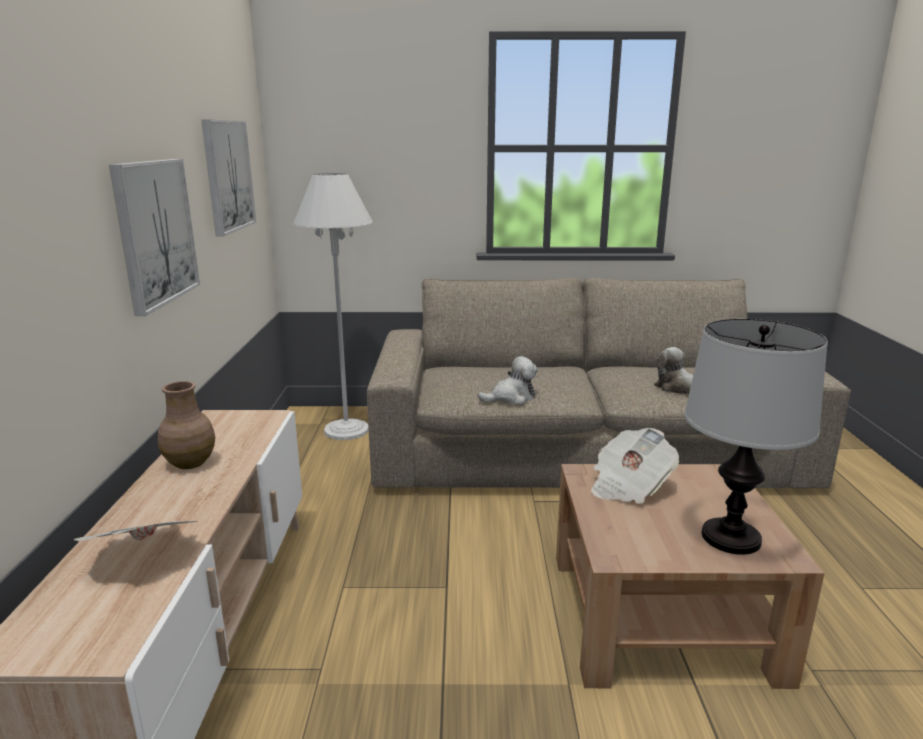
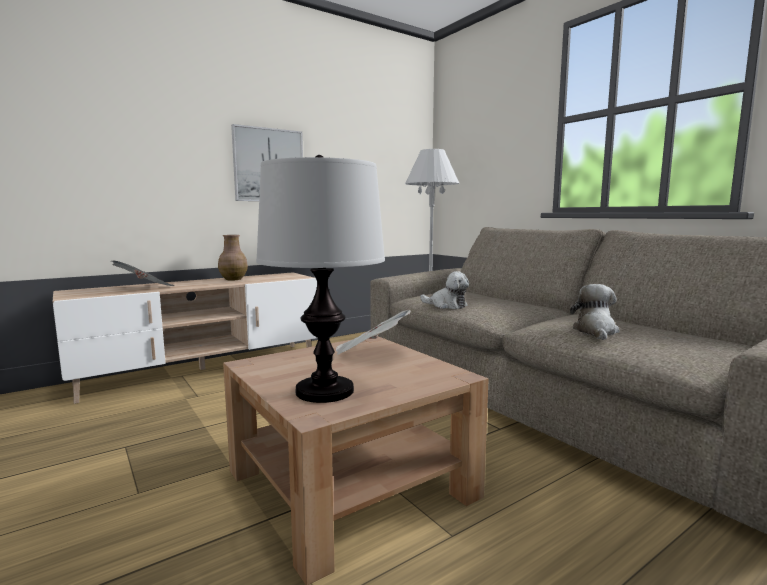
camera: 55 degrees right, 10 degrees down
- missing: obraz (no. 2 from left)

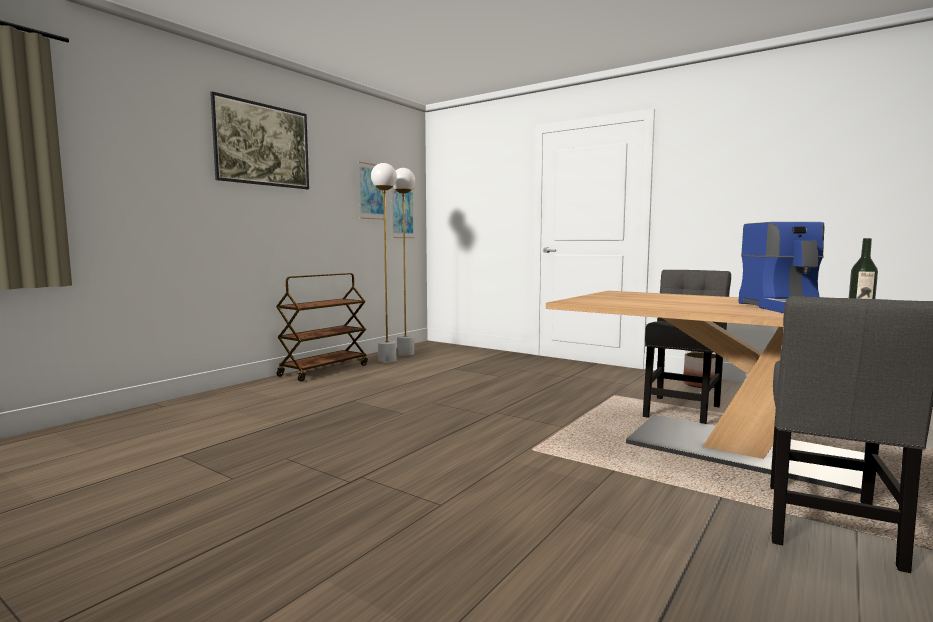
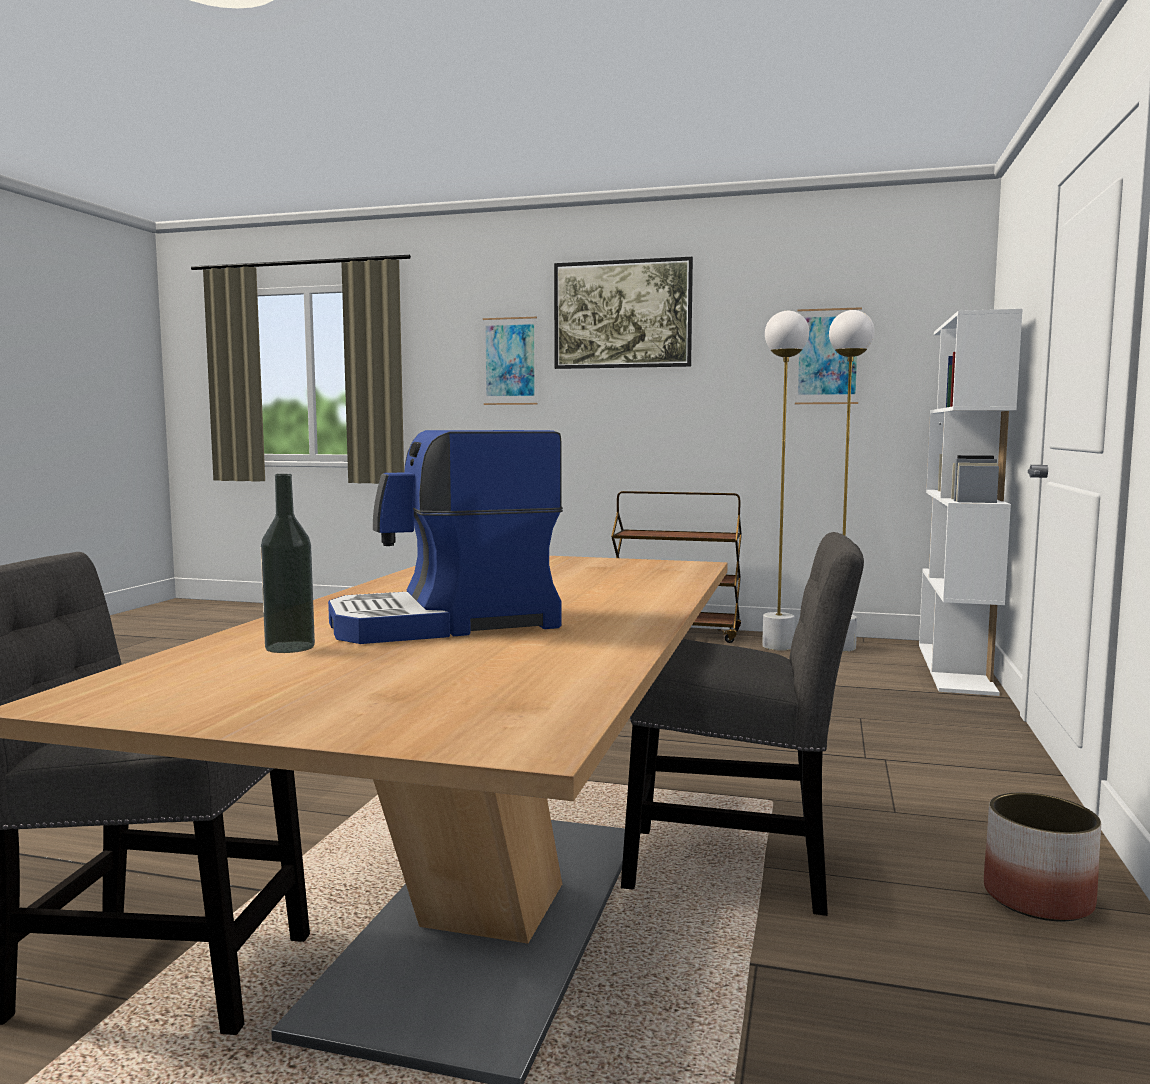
camera: 70 degrees right, 0 degrees up
- relocated: obraz (no. 3 from left in the first image) to obraz (no. 1 from left)
- appeared: regał/biały

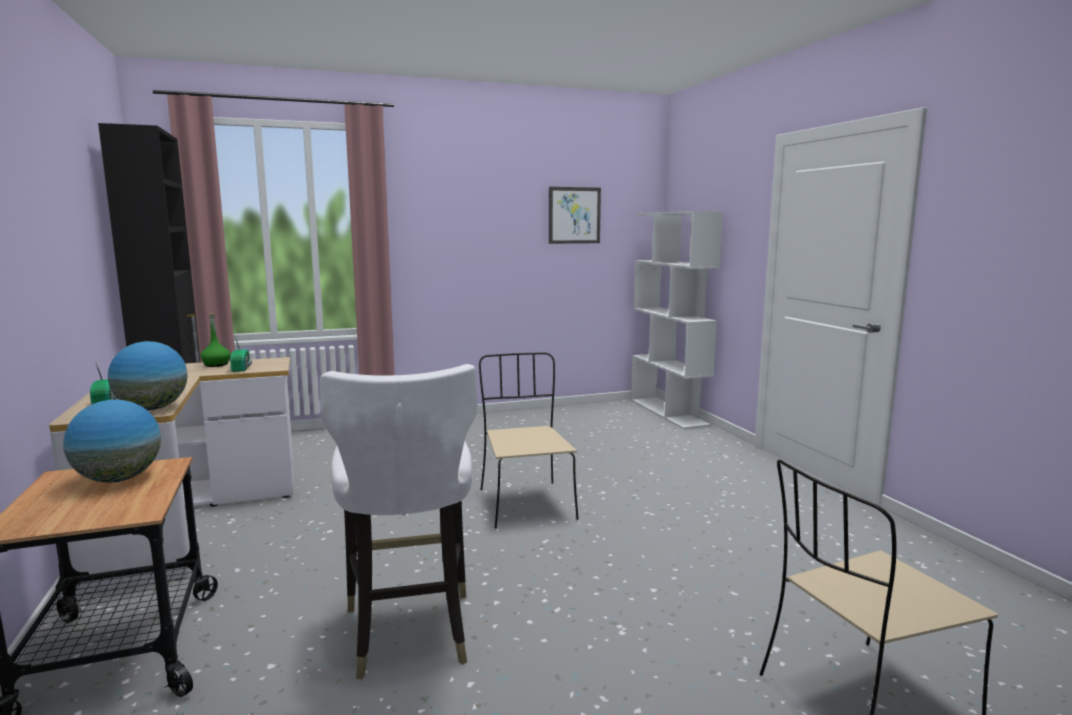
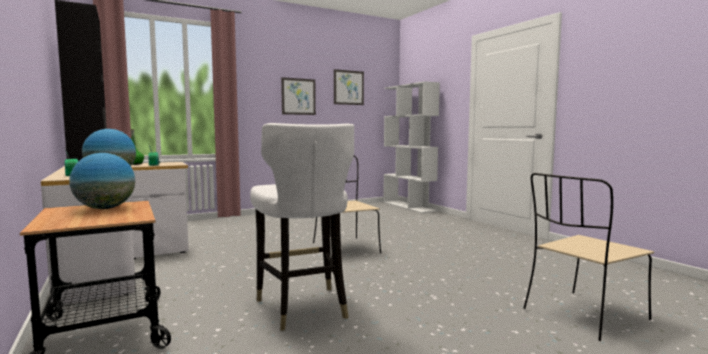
camera: 10 degrees left, 5 degrees down
- appeared: obraz (no. 1 from left)

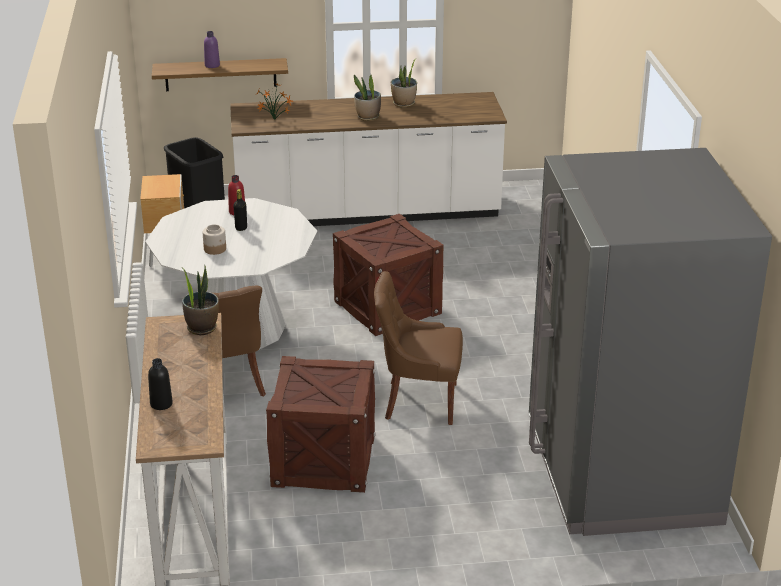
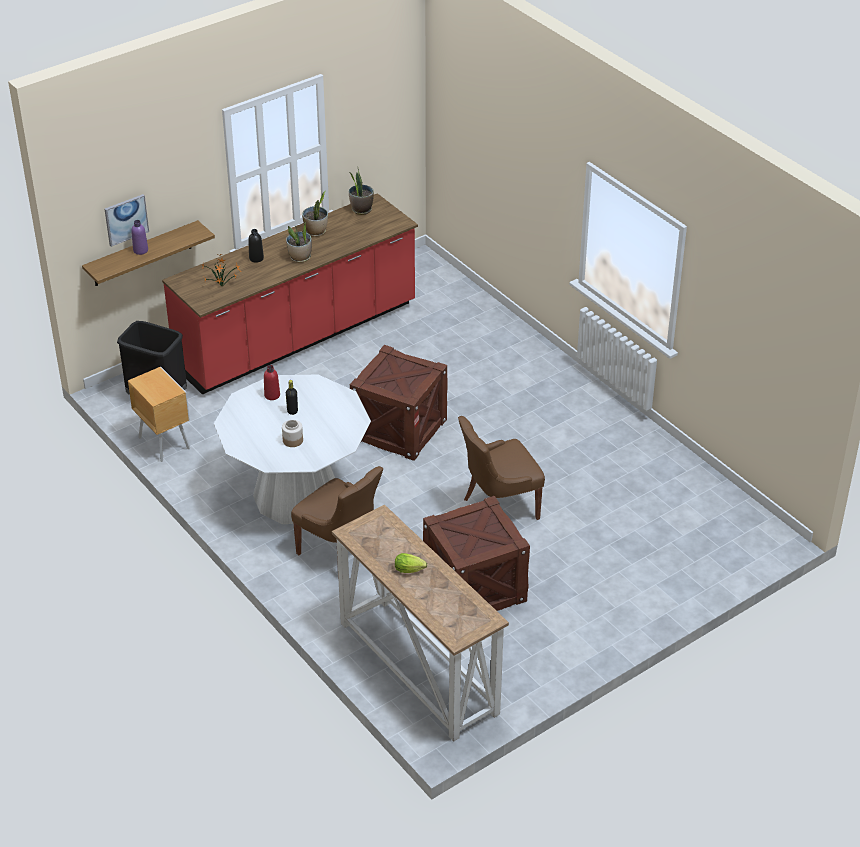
camera: 30 degrees left, 10 degrees up
- colour: zabudowa kuchenna/biały to zabudowa kuchenna/czerwony
- missing: lodówka/szary
- relocated: roślina doniczkowa (no. 1 from left in the first image) to roślina doniczkowa (no. 4 from left)
- relocated: butelka/czarny (no. 1 from left)
- appeared: obraz
- appeared: sałata

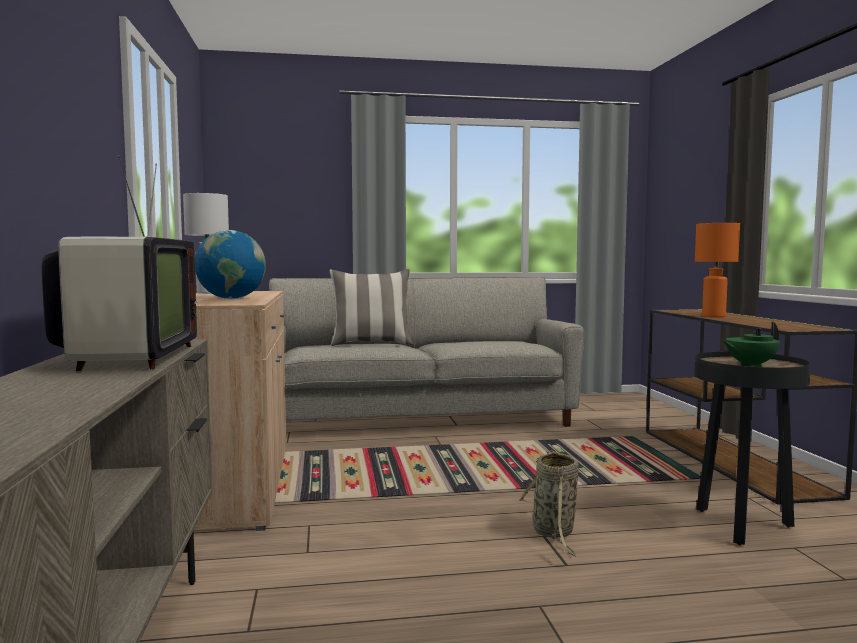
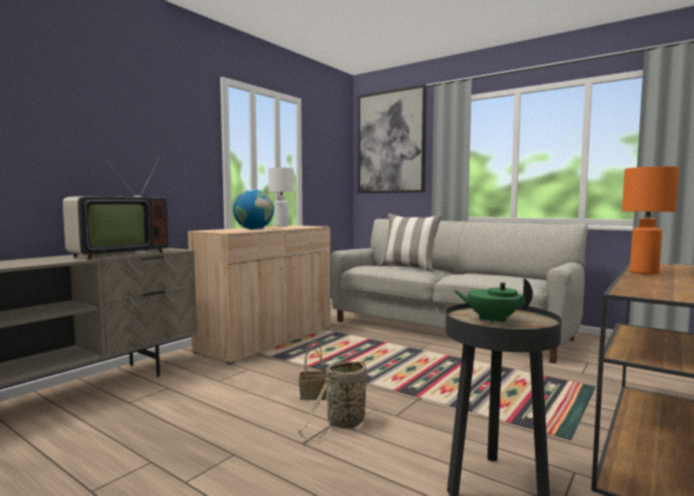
camera: 45 degrees right, 0 degrees up
- appeared: obraz
- appeared: koszyk (no. 1 from left)

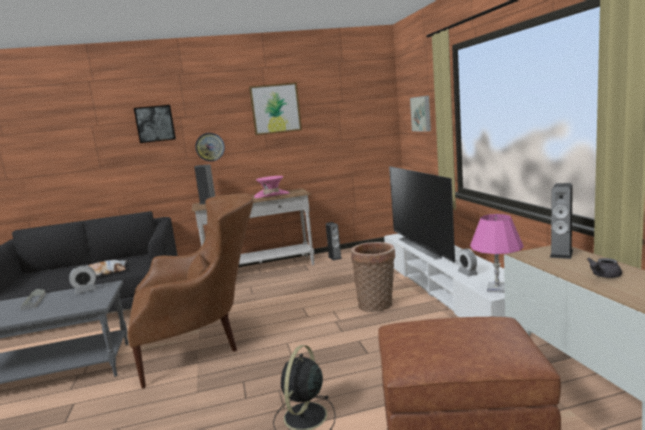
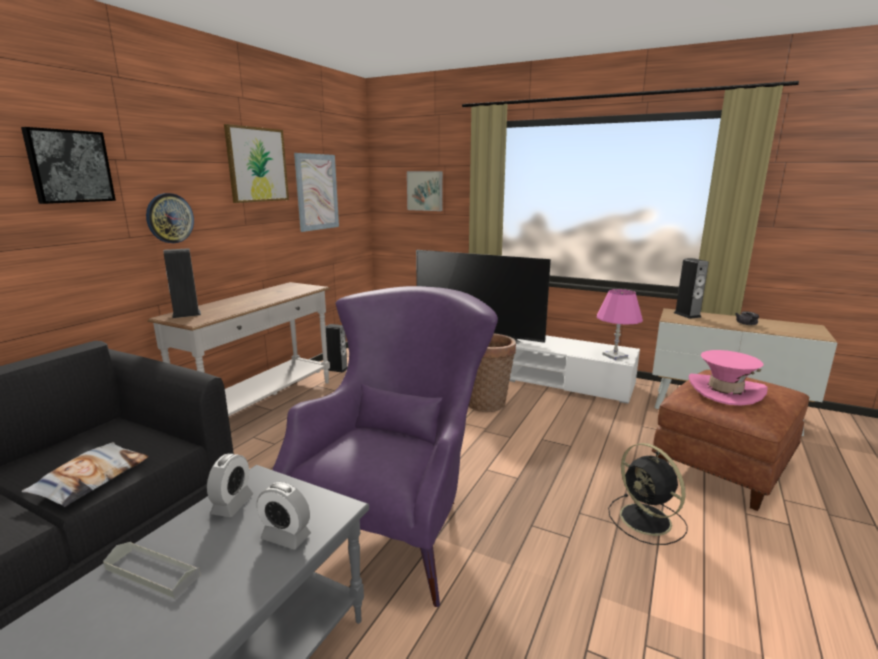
camera: 50 degrees left, 5 degrees up
- relocated: kapelusz/różowy
- colour: fotel/brązowy to fotel/fioletowy
- relocated: budzik (no. 2 from left)
- appeared: obraz (no. 3 from left)

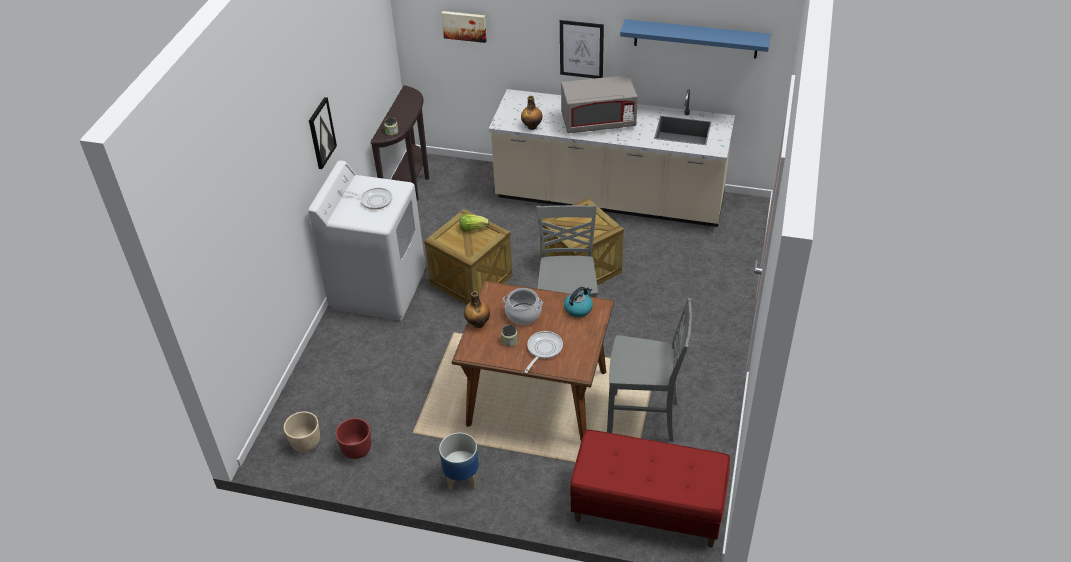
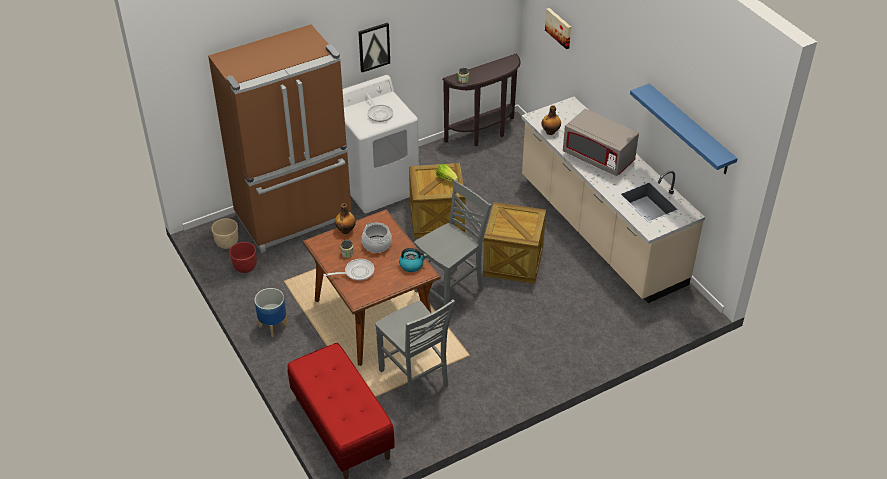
camera: 45 degrees right, 0 degrees up
- missing: obraz (no. 3 from left)
- appeared: lodówka/brązowy

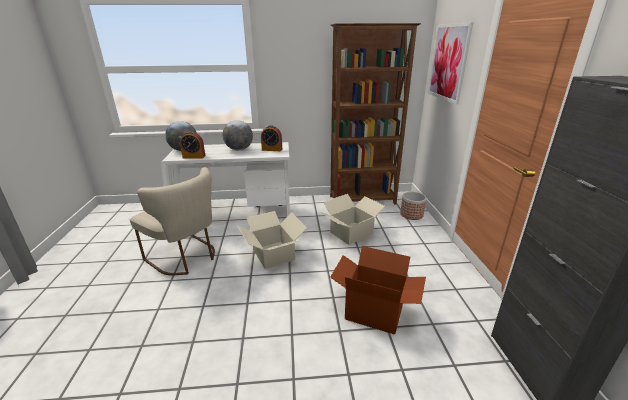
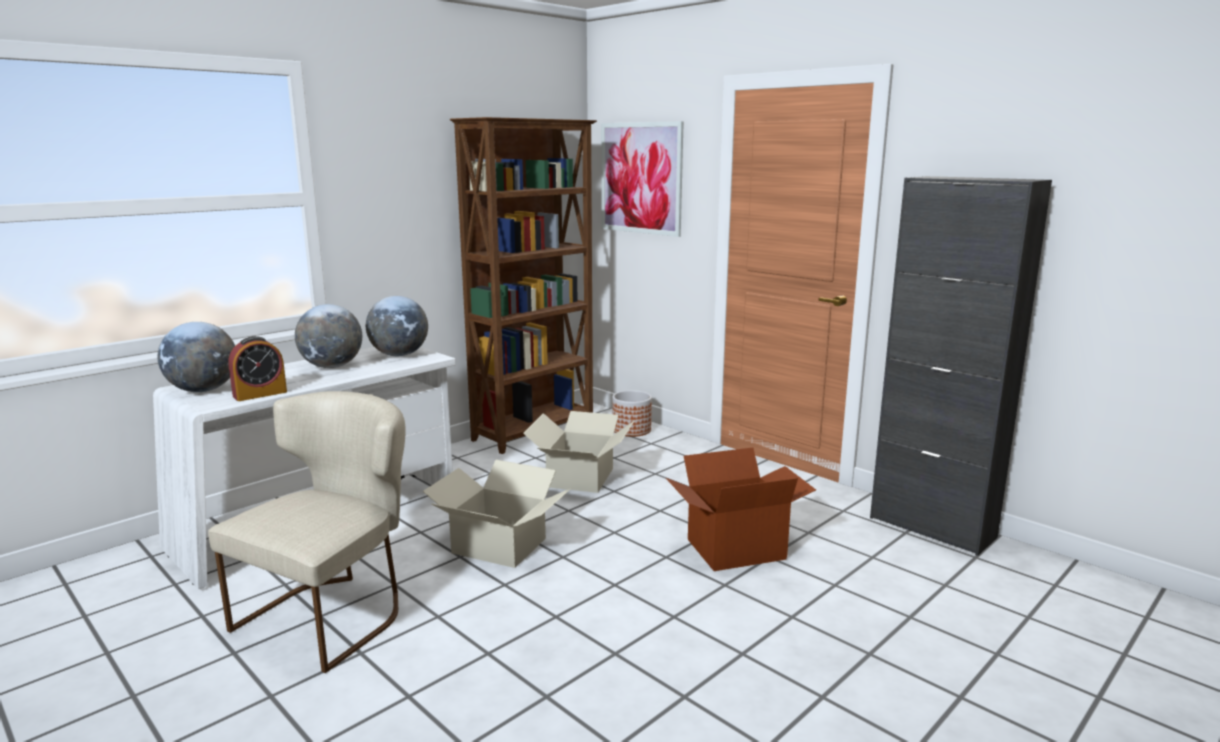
camera: 40 degrees left, 10 degrees down
- exchanged: budzik (no. 2 from left) to globus (no. 3 from left)
- spun: krzesło/beżowy 60 degrees counterclockwise

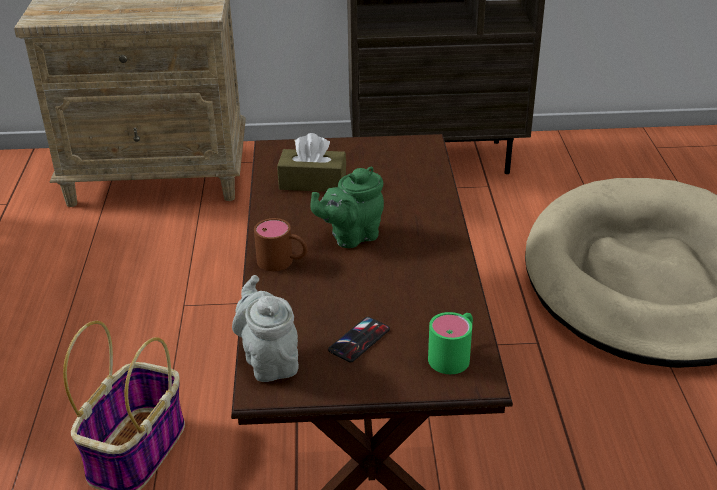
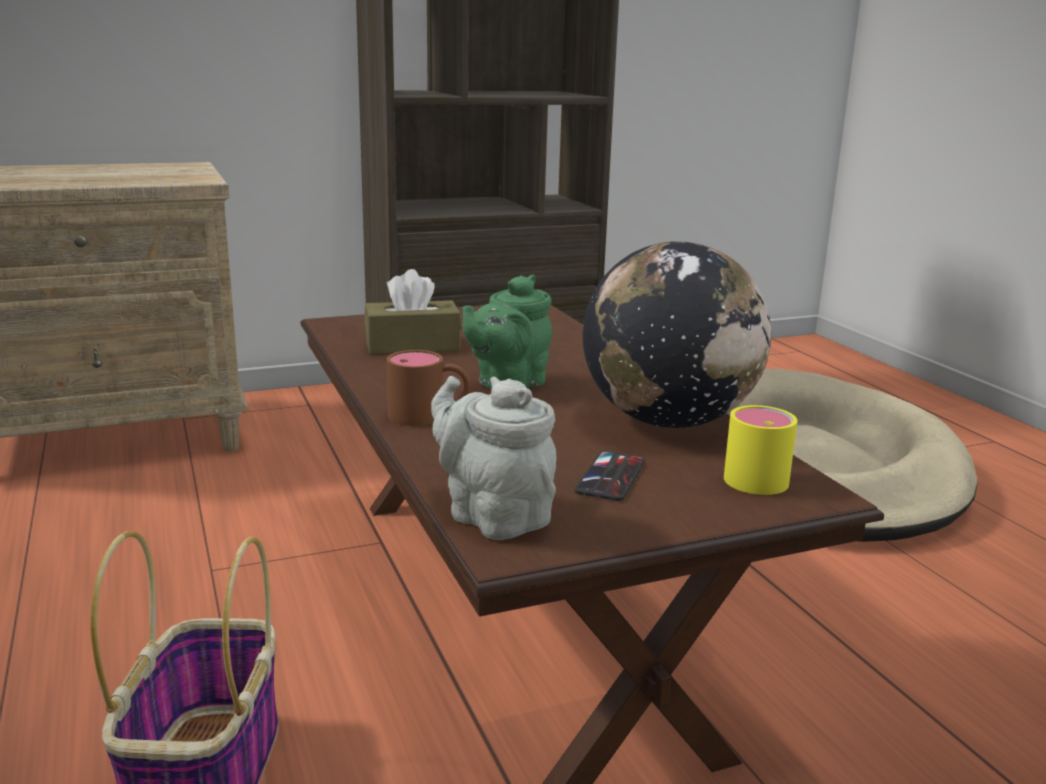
camera: 20 degrees left, 15 degrees down
- colour: kubek/zielony to kubek/żółty
- appeared: globus

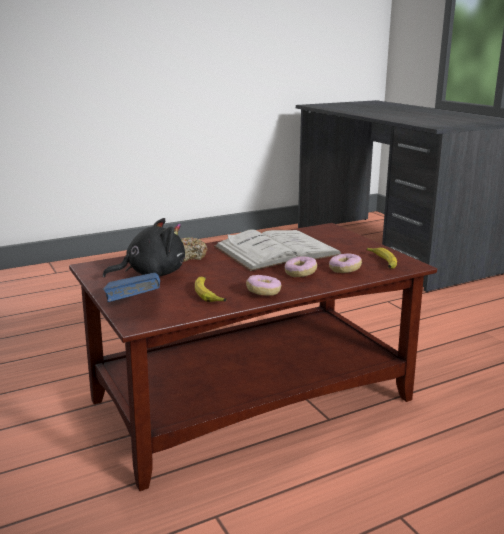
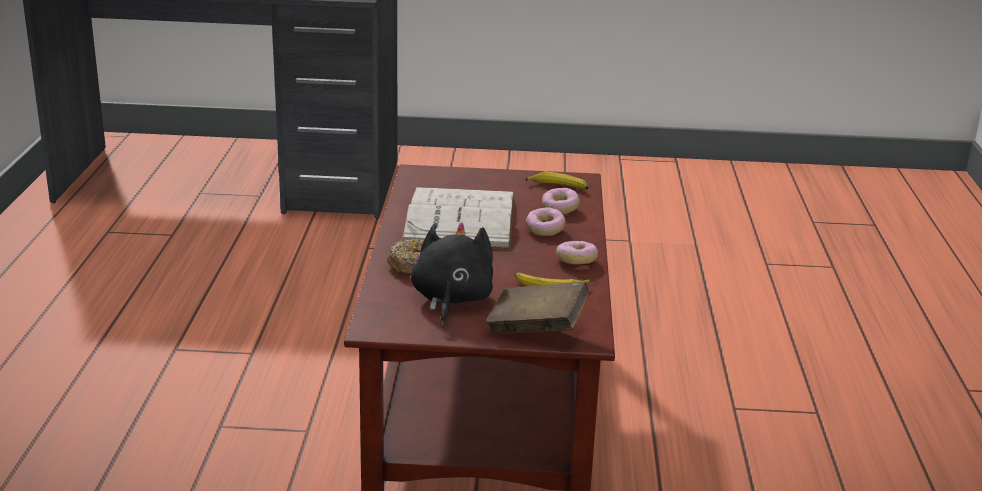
camera: 60 degrees left, 5 degrees up
- colour: książka/niebieski to książka/brązowy

